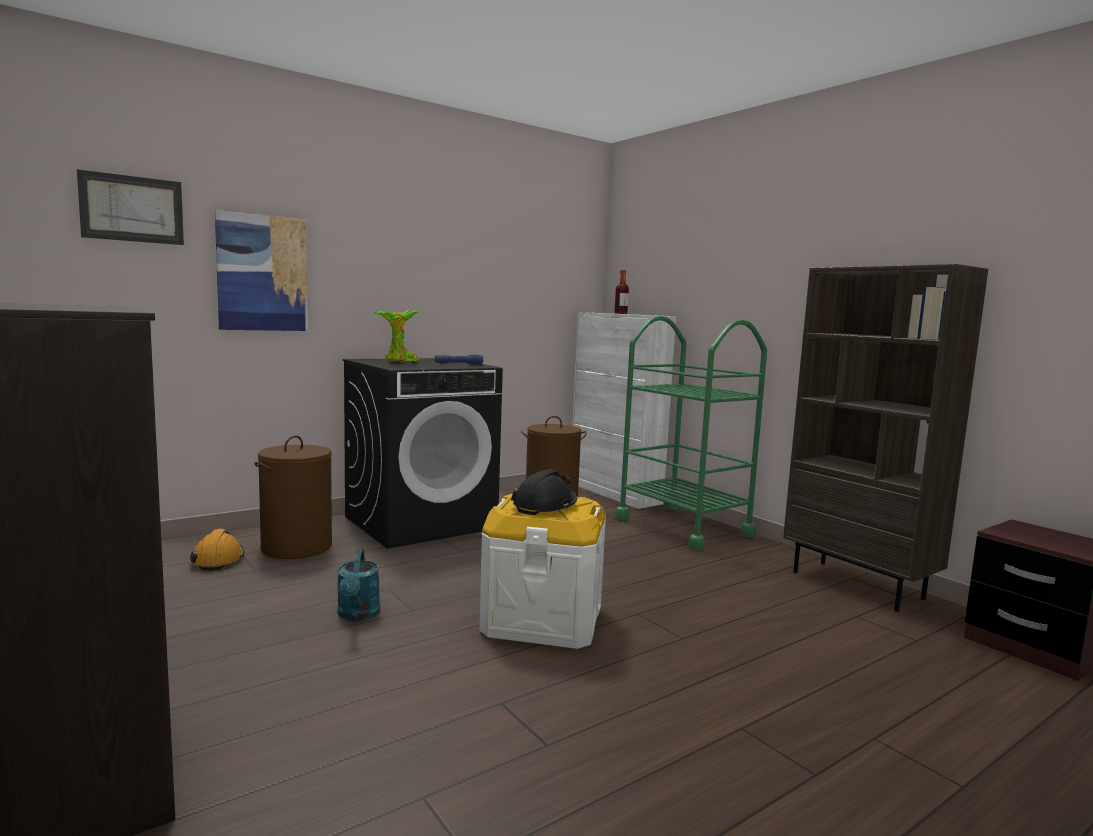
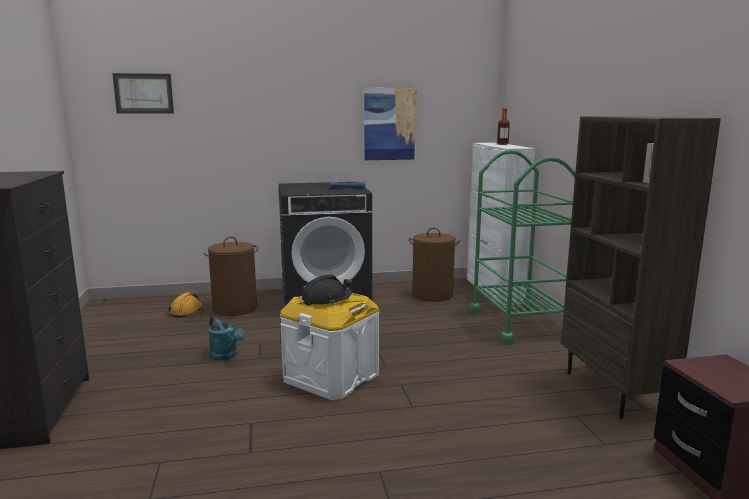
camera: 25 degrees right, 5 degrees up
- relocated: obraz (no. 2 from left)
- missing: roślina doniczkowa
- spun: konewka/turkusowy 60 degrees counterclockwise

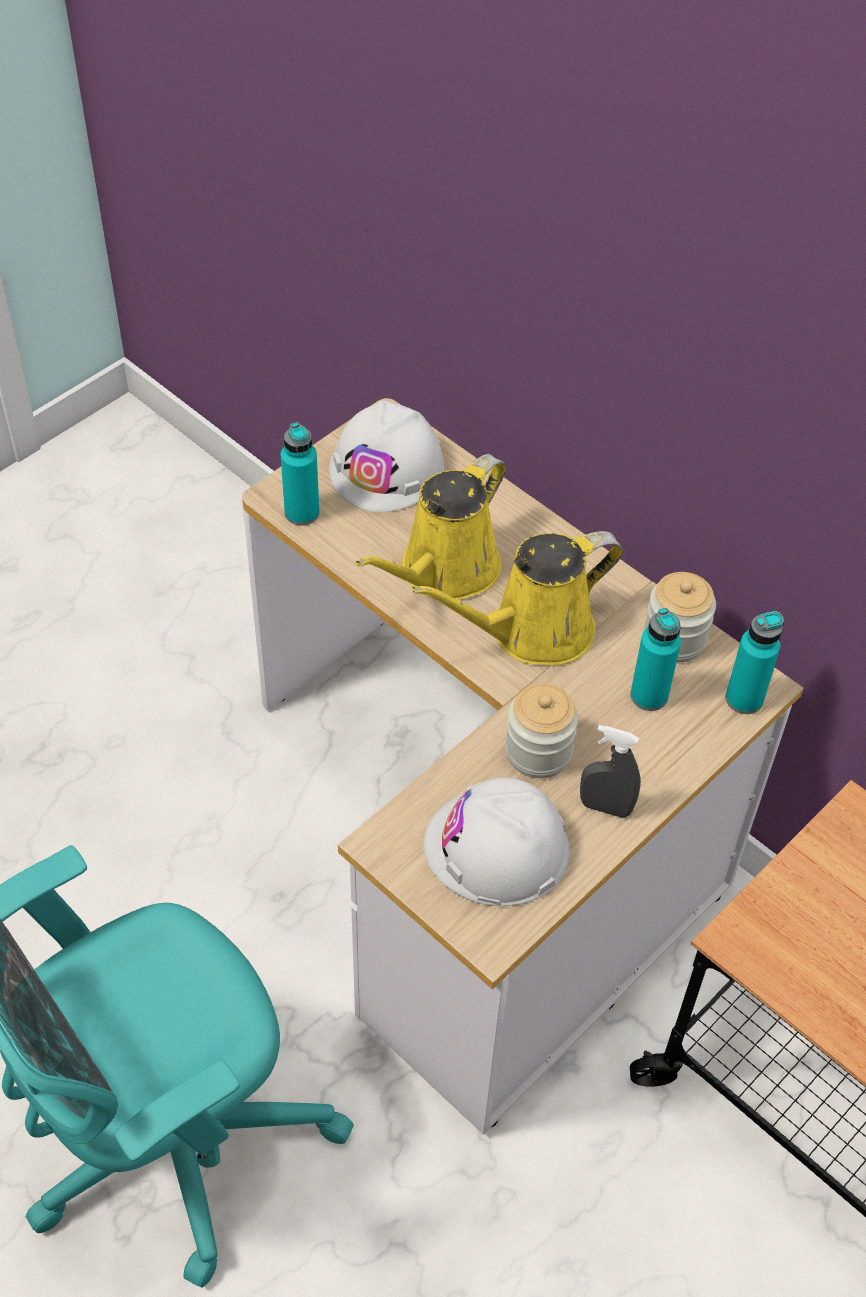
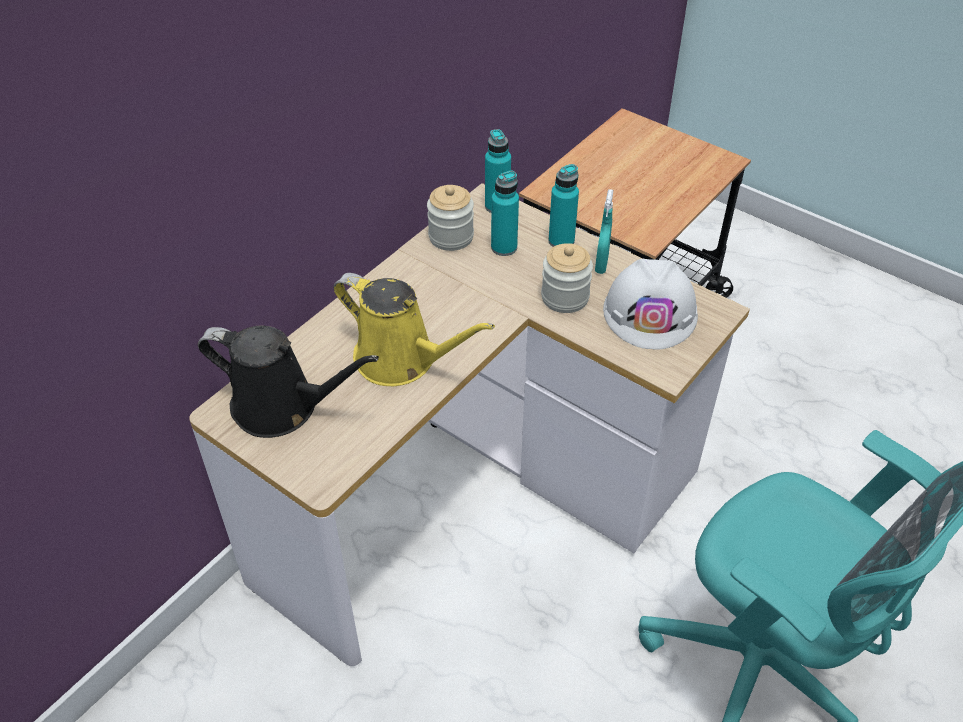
camera: 95 degrees left, 5 degrees down
- exchanged: kask/biały (no. 1 from left) to konewka/czarny
- relocated: butelka/turkusowy (no. 1 from left in the first image) to butelka/turkusowy (no. 3 from left)
- missing: konewka/żółty (no. 2 from left)
- colour: spryskiwacz/szary to spryskiwacz/turkusowy

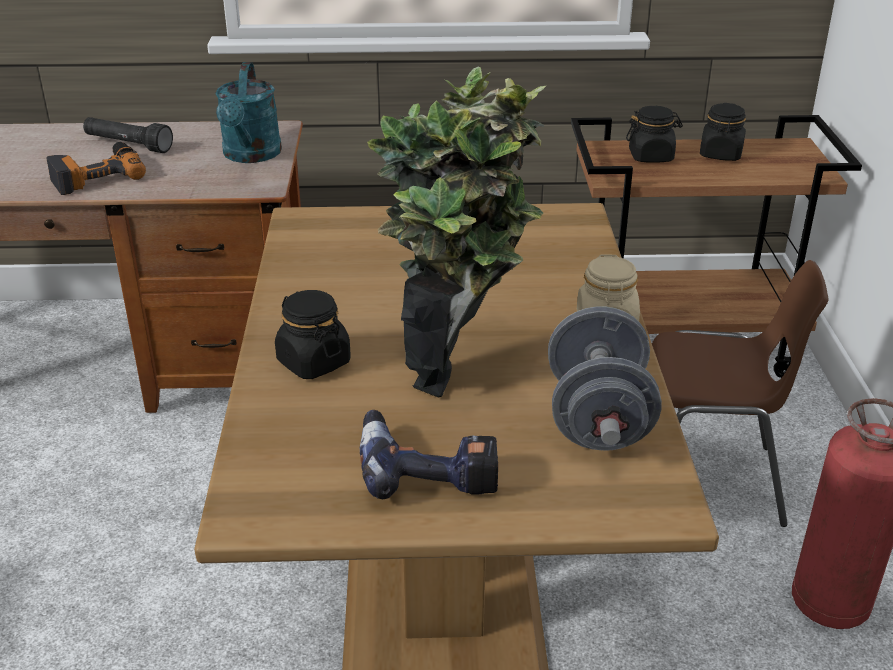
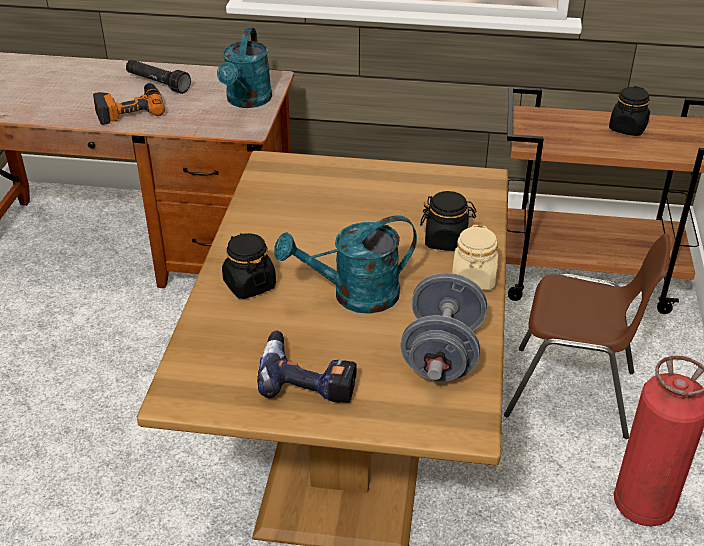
camera: 10 degrees right, 5 degrees up
- exchanged: roślina doniczkowa to konewka/turkusowy (no. 2 from left)
- relocated: słoik/czarny (no. 2 from left)

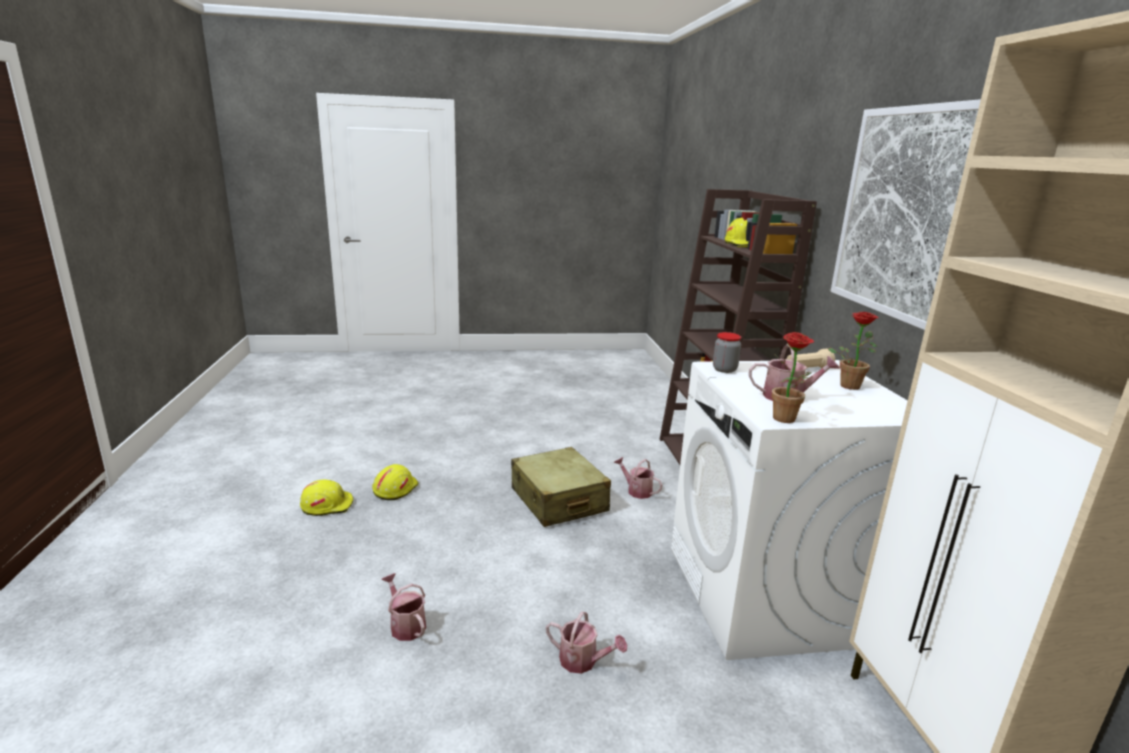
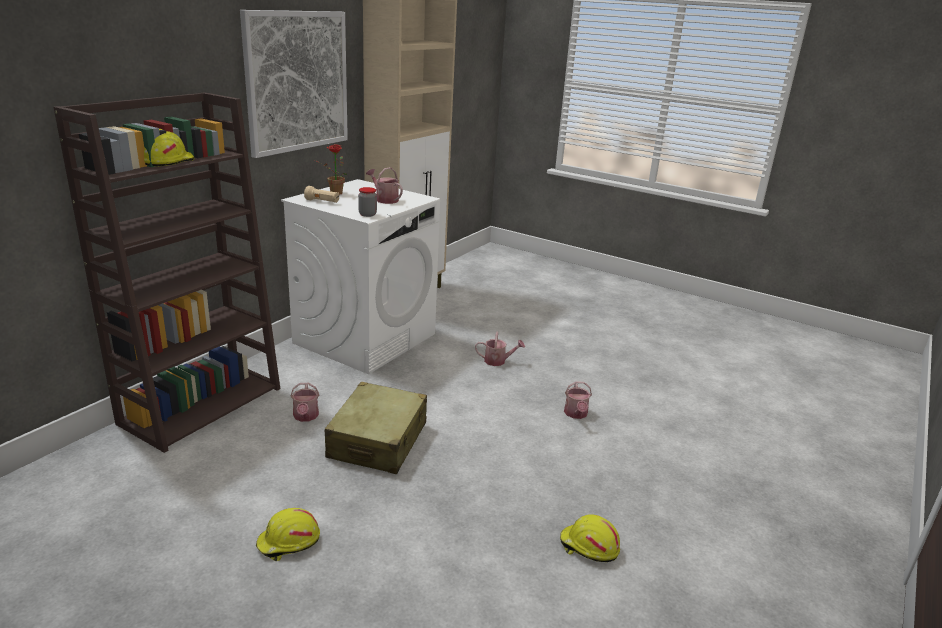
camera: 140 degrees left, 5 degrees up
- missing: roślina doniczkowa (no. 1 from left)
- relocated: kask/żółty (no. 2 from left)
- spun: konewka (no. 2 from left in the first image) 120 degrees clockwise

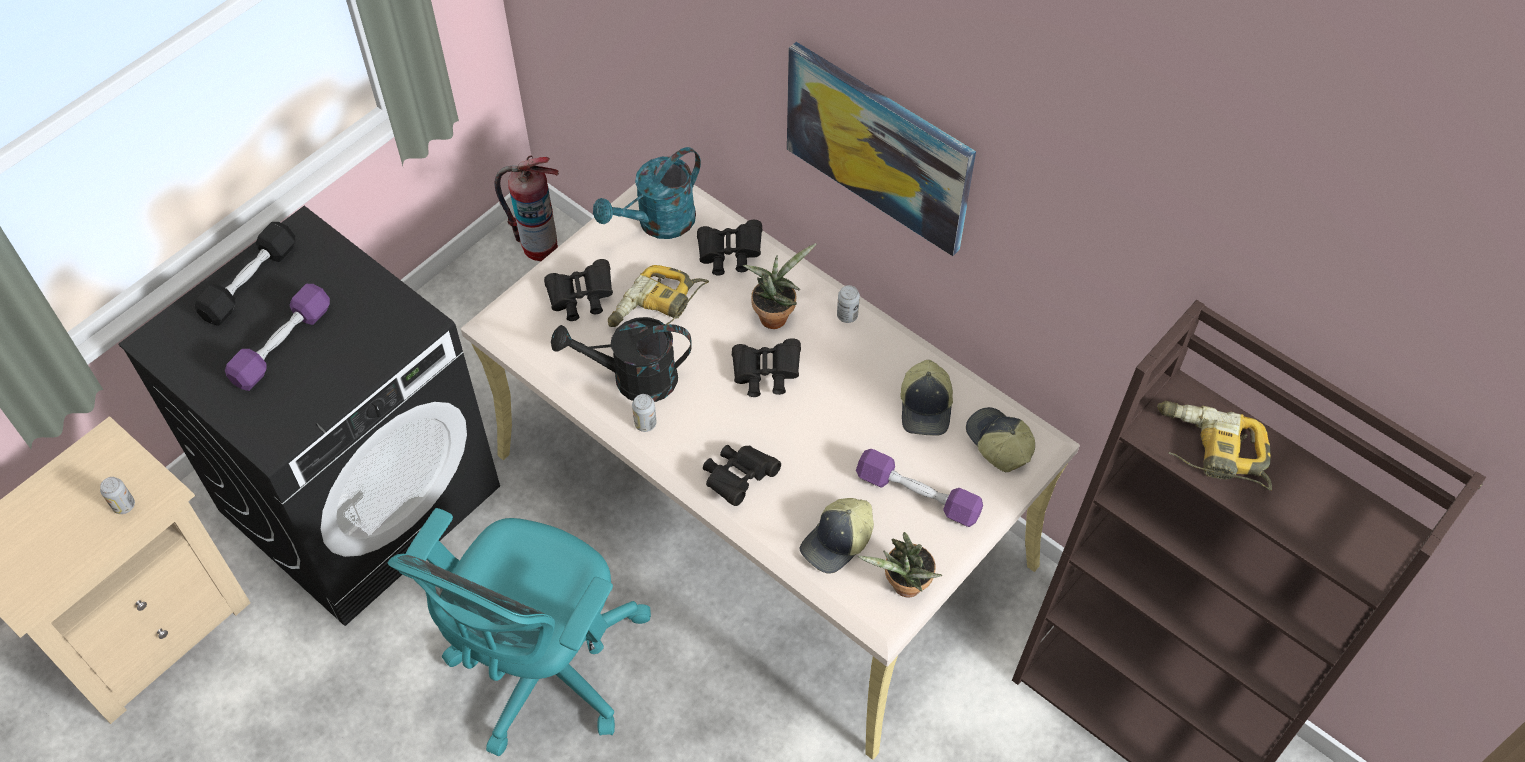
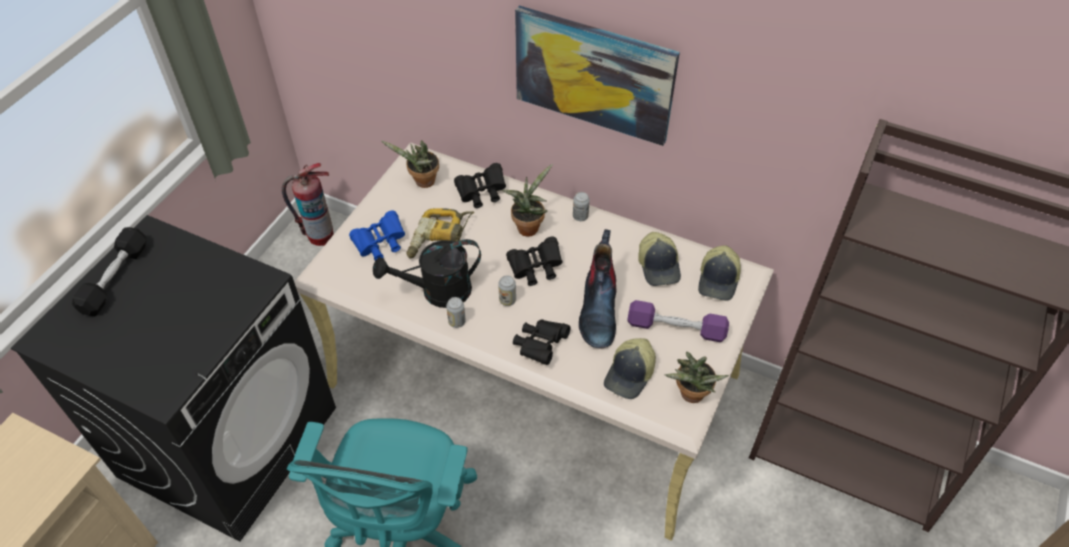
camera: 15 degrees left, 5 degrees down
- exchanged: konewka/turkusowy to roślina doniczkowa (no. 1 from left)
- colour: lornetka/czarny (no. 1 from left) to lornetka/niebieski
- missing: hantel/fioletowy (no. 1 from left)
- missing: wiertarka (no. 2 from left)
- spun: czapka z daszkiem (no. 3 from left) 120 degrees counterclockwise
- relocated: puszka (no. 1 from left in the first image) to puszka (no. 2 from left)
- appeared: but z cholewką

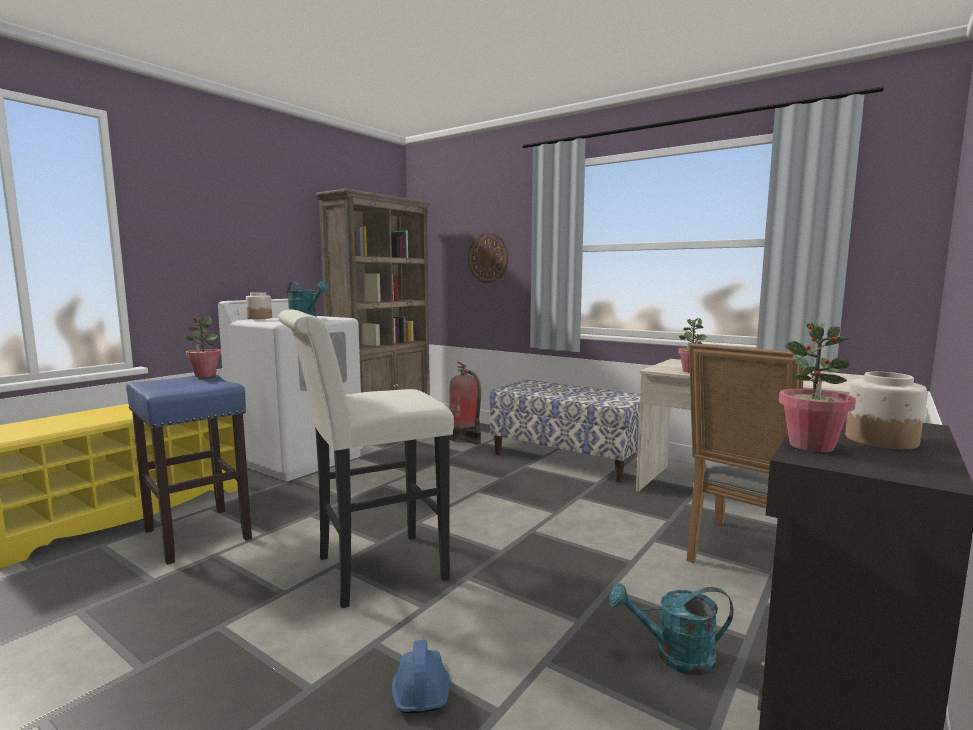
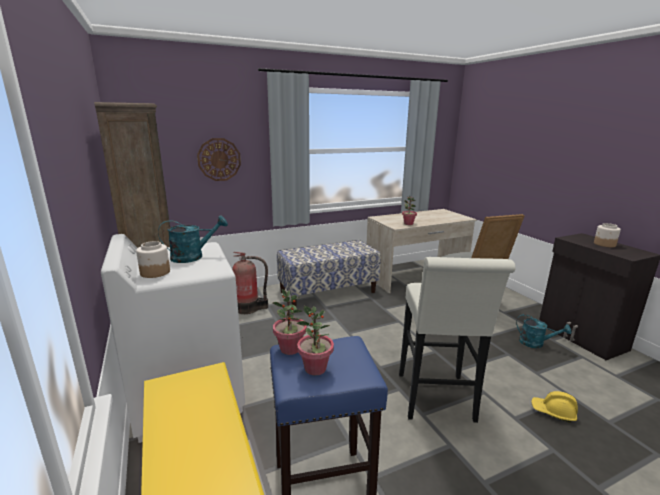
camera: 60 degrees left, 10 degrees up
- relocated: roślina doniczkowa (no. 3 from left in the first image) to roślina doniczkowa (no. 2 from left)
- spun: konewka/turkusowy (no. 2 from left) 90 degrees counterclockwise
- colour: kask/niebieski to kask/żółty

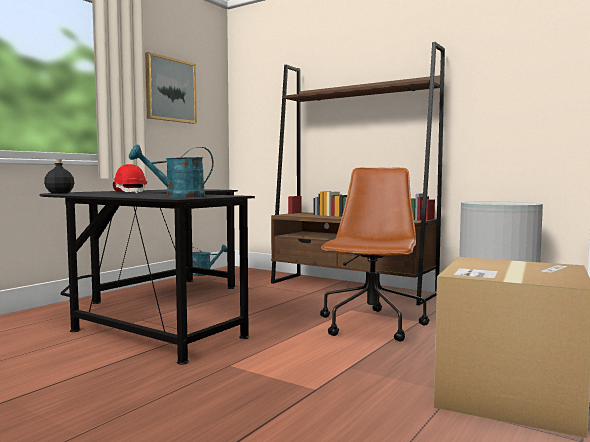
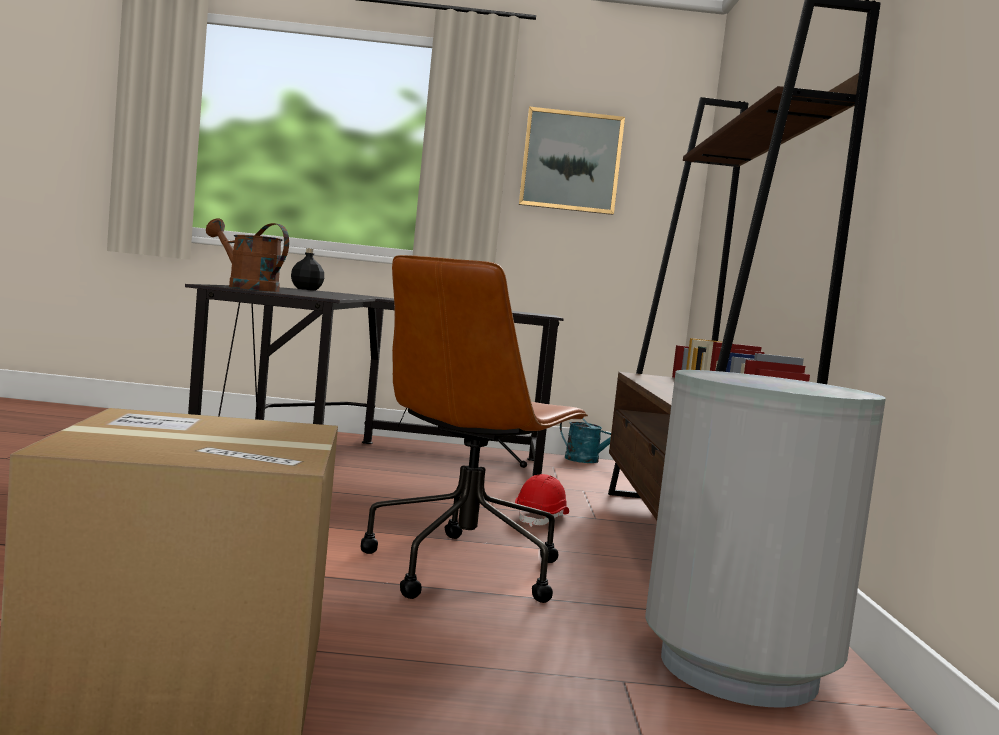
camera: 55 degrees right, 0 degrees up
- colour: konewka/turkusowy (no. 1 from left) to konewka/brązowy
- relocated: kask/czerwony
- spun: krzesło biurowe/brązowy 135 degrees clockwise

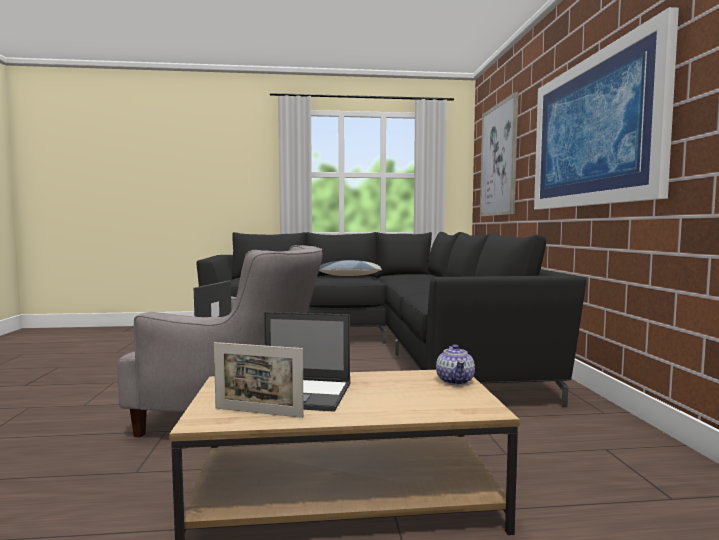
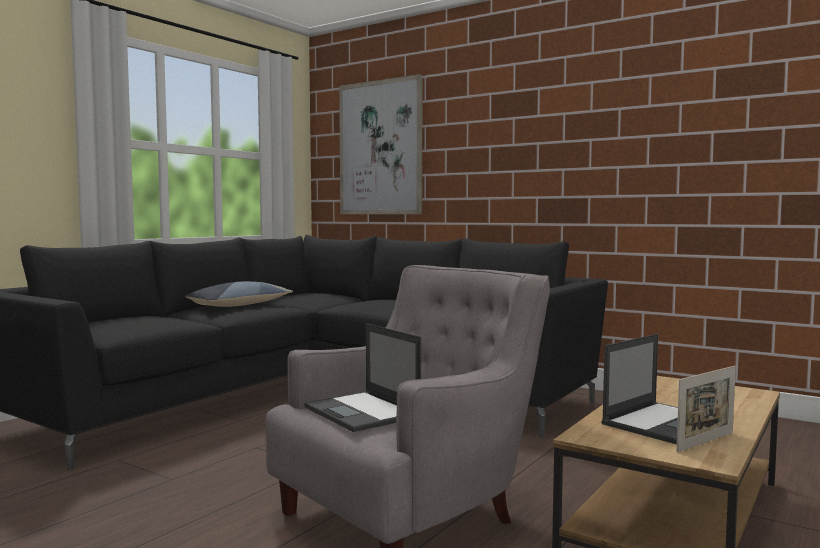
camera: 50 degrees left, 0 degrees up
- missing: obraz (no. 2 from left)
- missing: imbryk

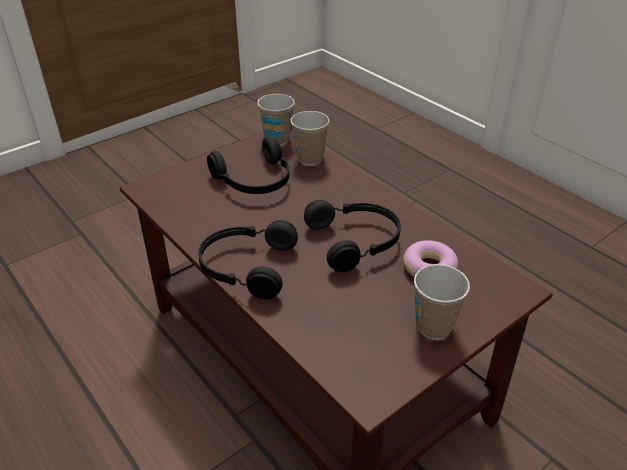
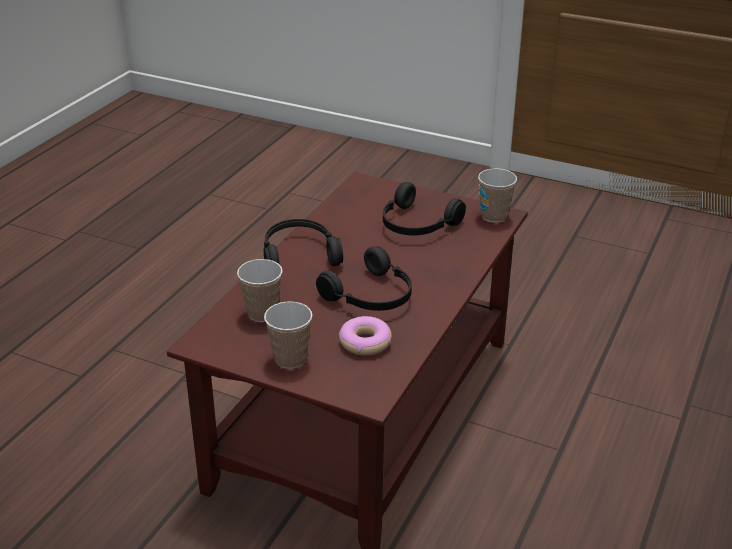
camera: 65 degrees right, 5 degrees down
- relocated: filiżanka (no. 2 from left in the first image) to filiżanka (no. 1 from left)

